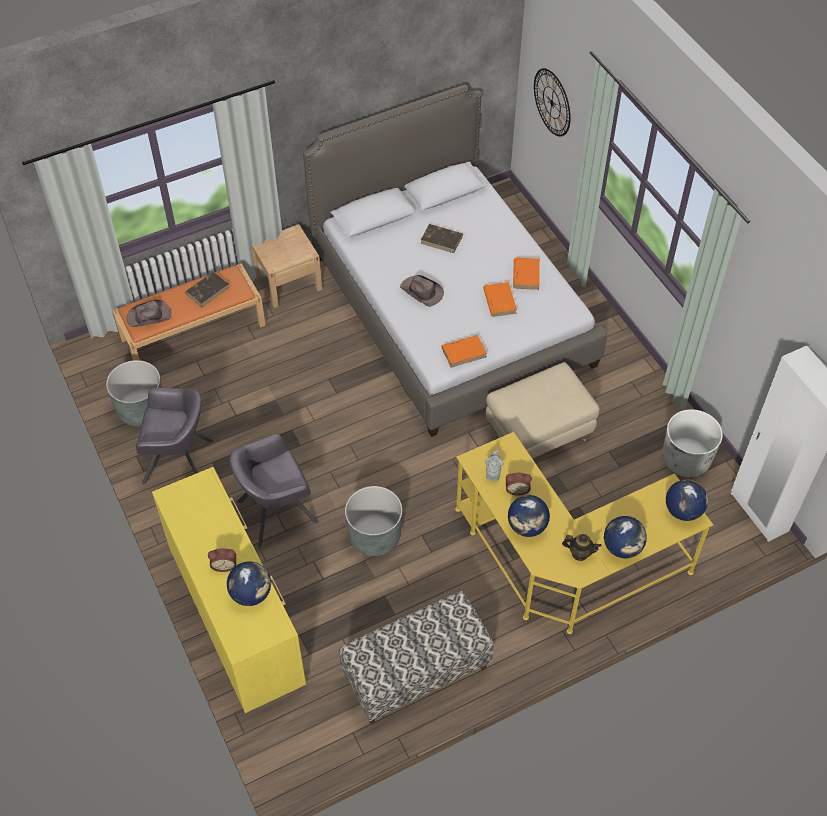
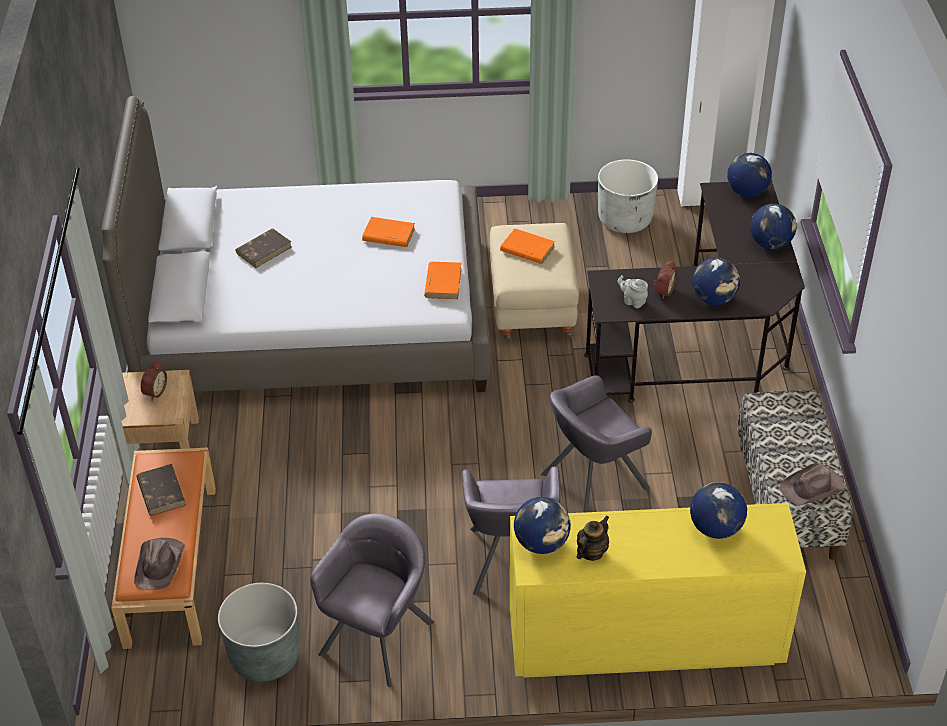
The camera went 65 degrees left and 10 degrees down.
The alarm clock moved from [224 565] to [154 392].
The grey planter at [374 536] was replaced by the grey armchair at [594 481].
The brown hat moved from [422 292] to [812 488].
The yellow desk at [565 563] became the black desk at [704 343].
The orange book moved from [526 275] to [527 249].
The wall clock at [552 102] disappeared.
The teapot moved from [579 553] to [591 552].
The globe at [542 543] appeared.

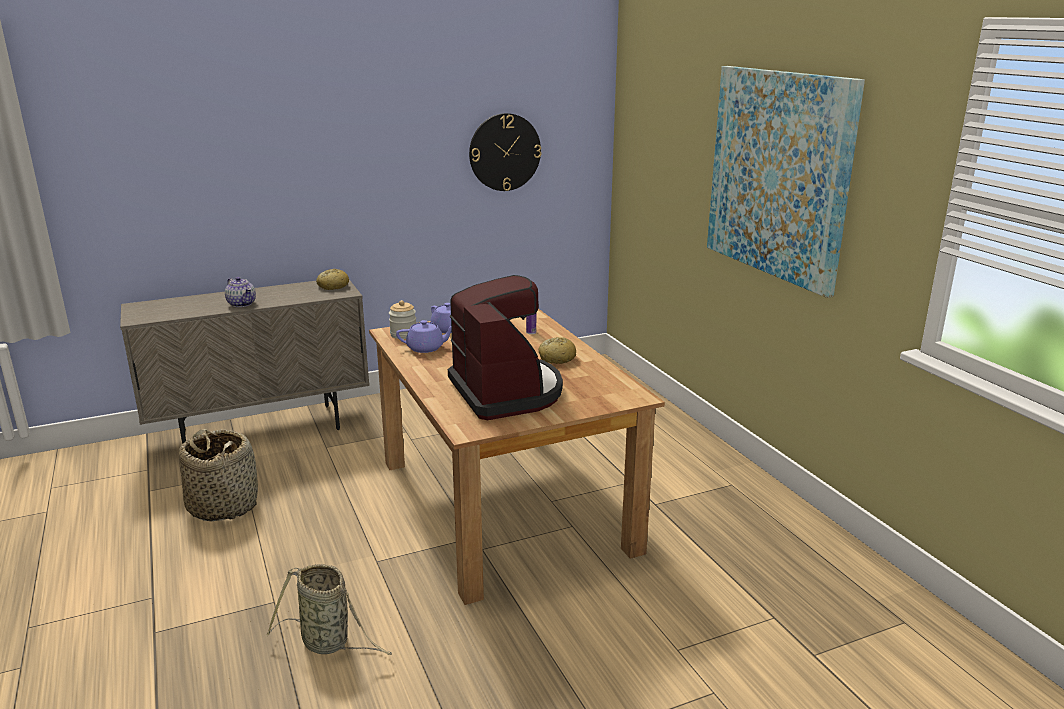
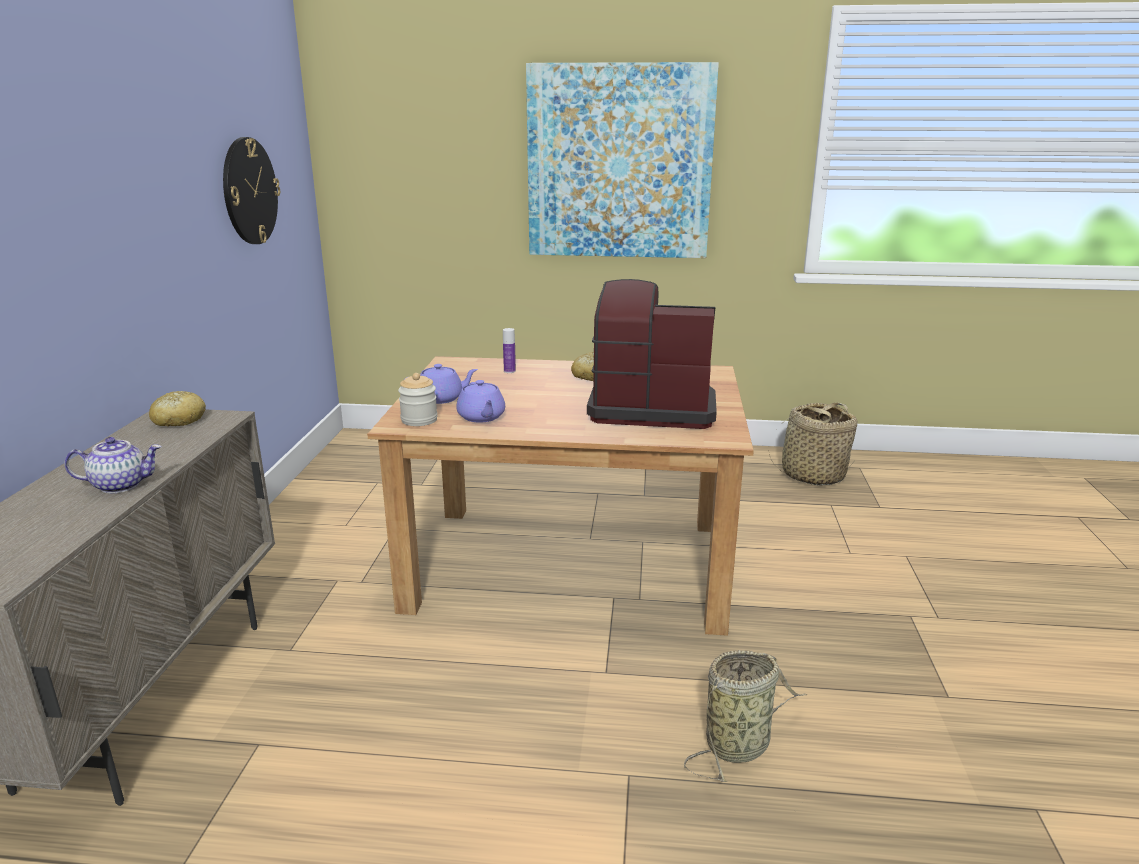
The camera went 60 degrees left and 0 degrees up.
The basket moved from [223 505] to [812 475].
The purple teapot at [426 348] turned 135 degrees clockwise.

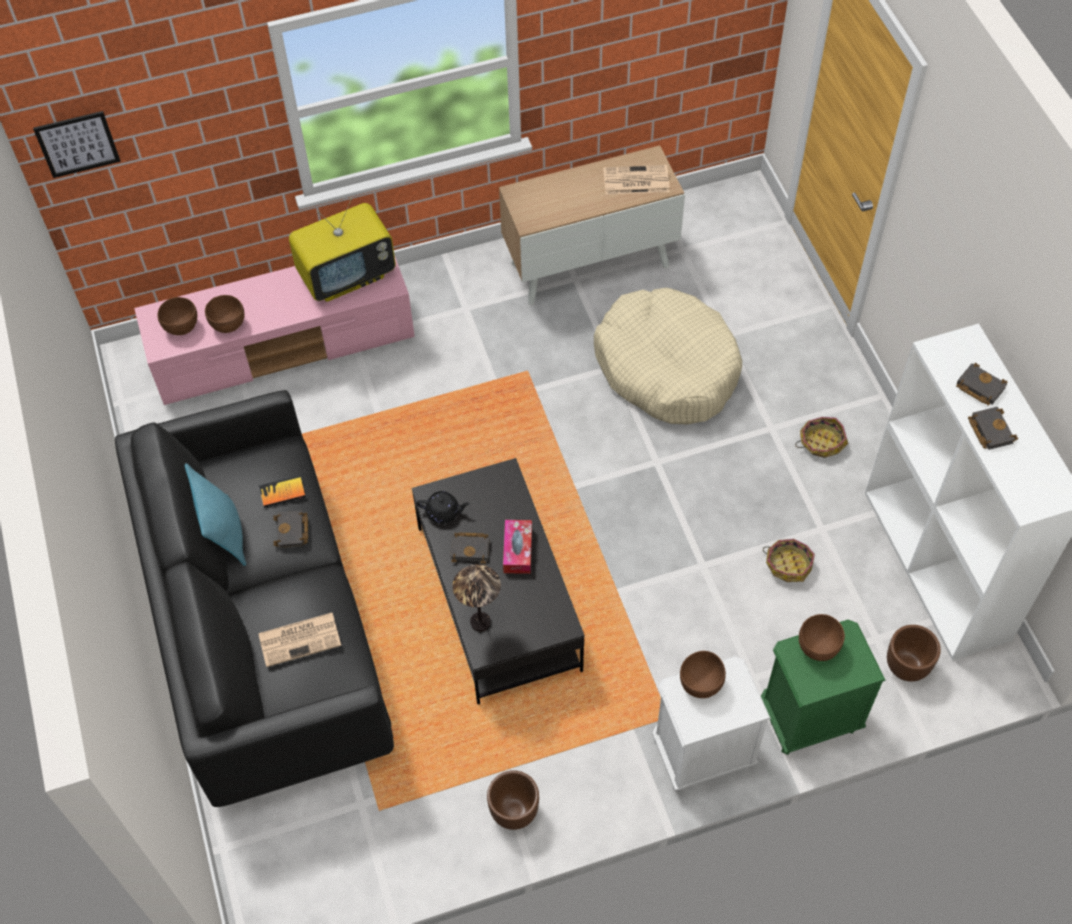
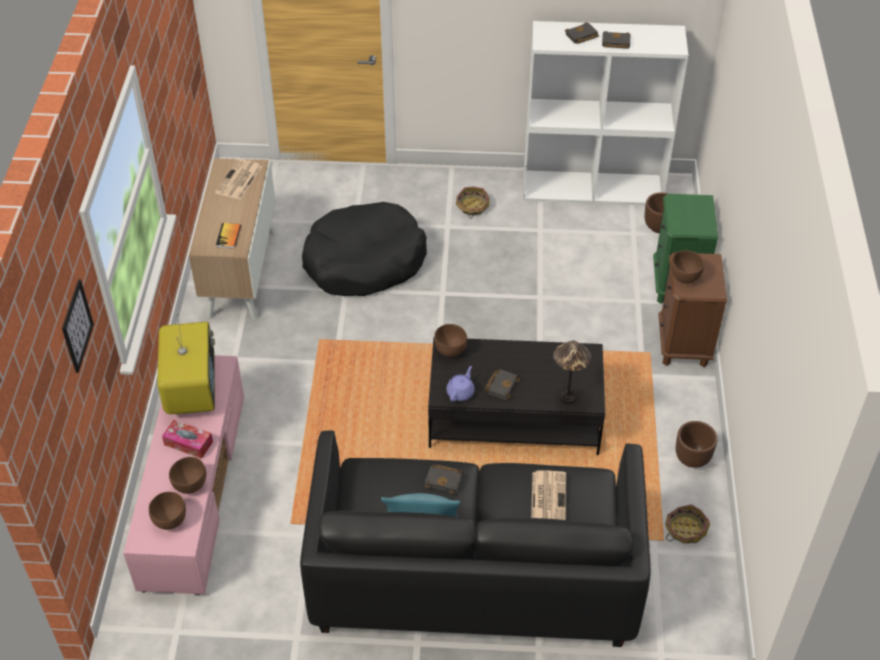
The camera went 70 degrees left and 10 degrees down.
The picture moved from [77 144] to [77 326].
The book moved from [282 492] to [228 236].
The black teapot at [443 512] became the purple teapot at [460 392].
The tissue box moved from [517 550] to [188 443].
The beige dog bed at [667 367] became the black dog bed at [364 262].
The white nightstand at [701 753] became the brown nightstand at [683 344].
The basket moved from [788 564] to [685 530].
The brown bowl moved from [818 647] to [450 350].

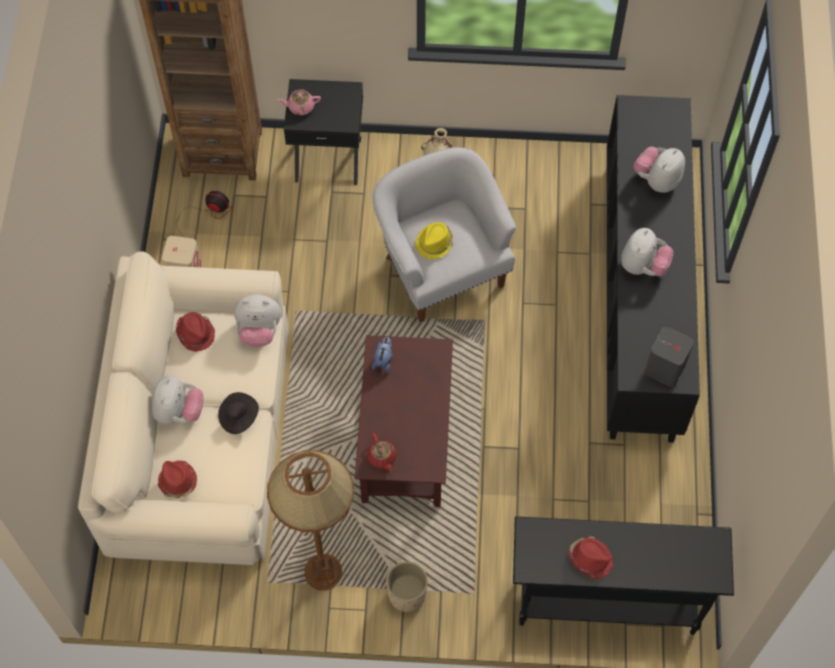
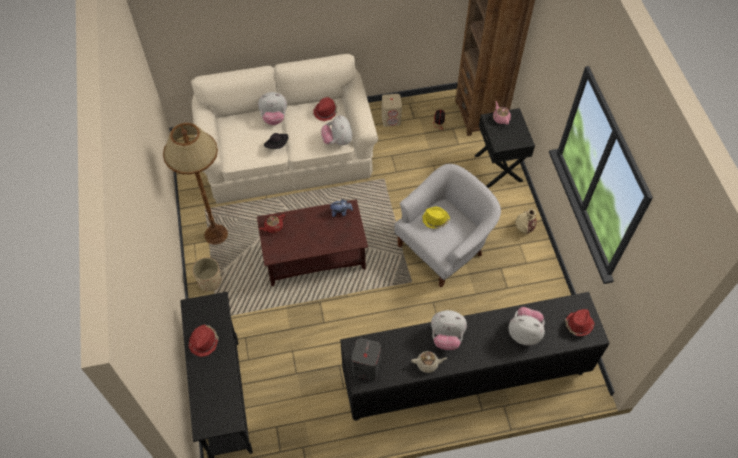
The camera went 75 degrees right and 5 degrees down.
The red hat moved from [177 481] to [578 325].
The beige teapot at [428 364] appeared.

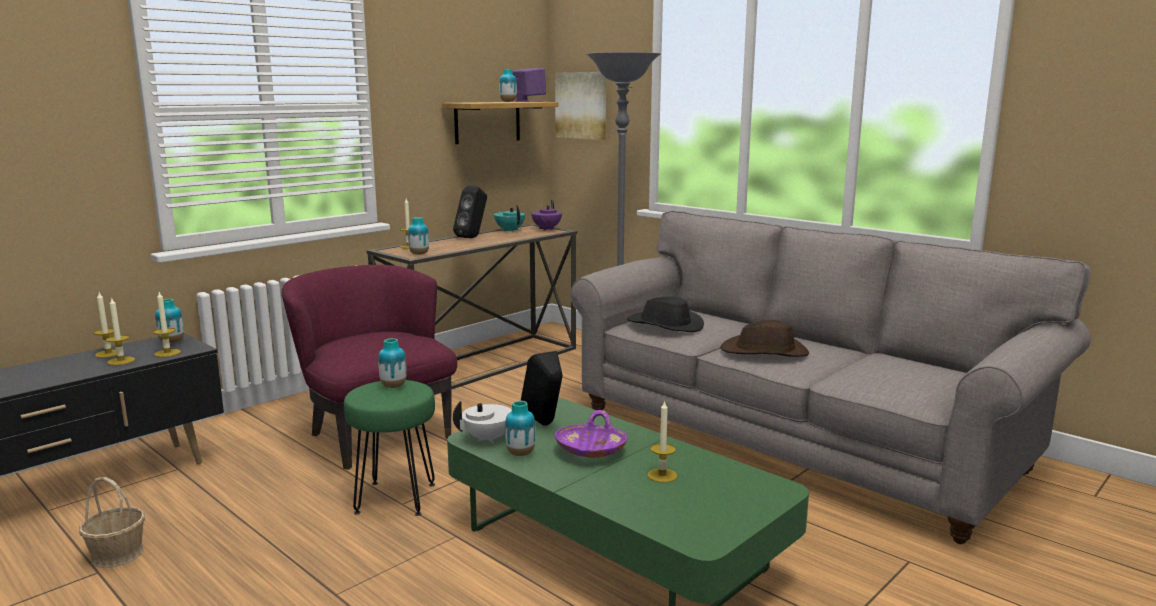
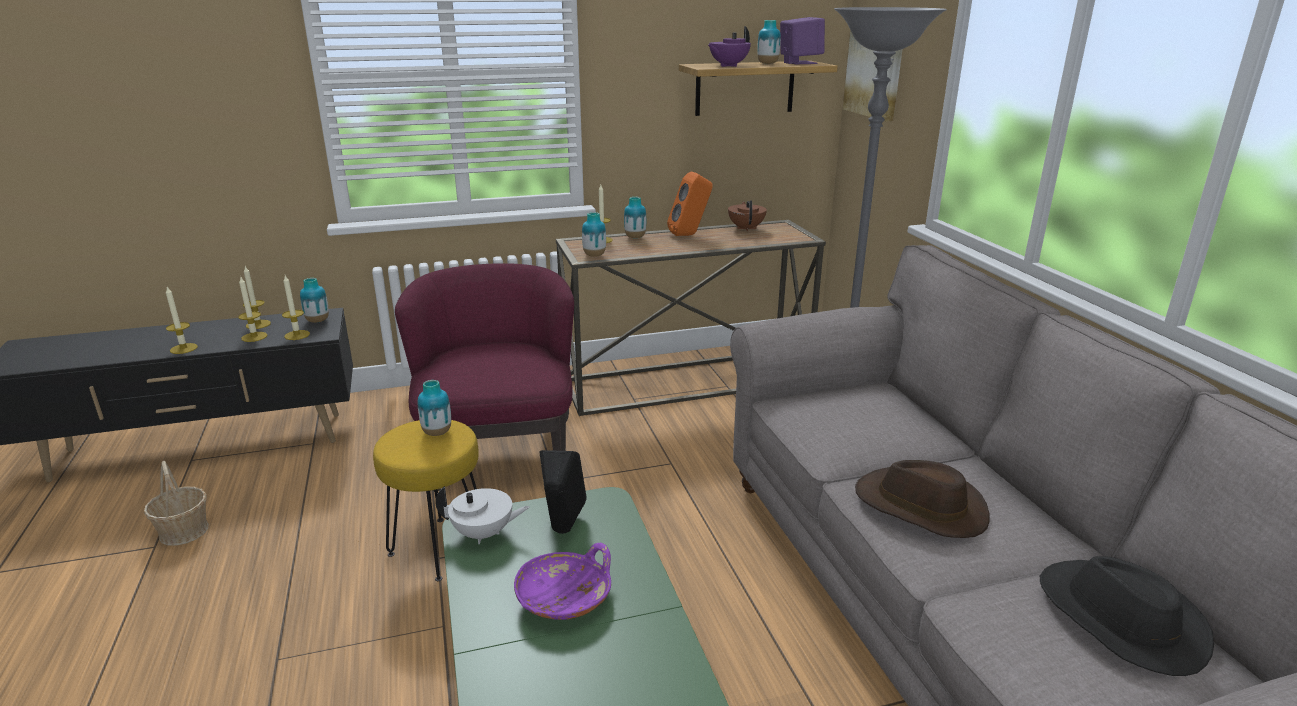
The camera went 30 degrees right and 10 degrees up.
The green stool at [396 498] became the yellow stool at [441 548].
The black speaker at [473 237] became the orange speaker at [690 235].
The turquoise teapot at [510 230] became the brown teapot at [746 228].
The vase moved from [520 453] to [635 237].
The purple teapot moved from [546 229] to [728 66].
The black hat moved from [664 325] to [1118 619].
The candle moved from [662 475] to [183 348].

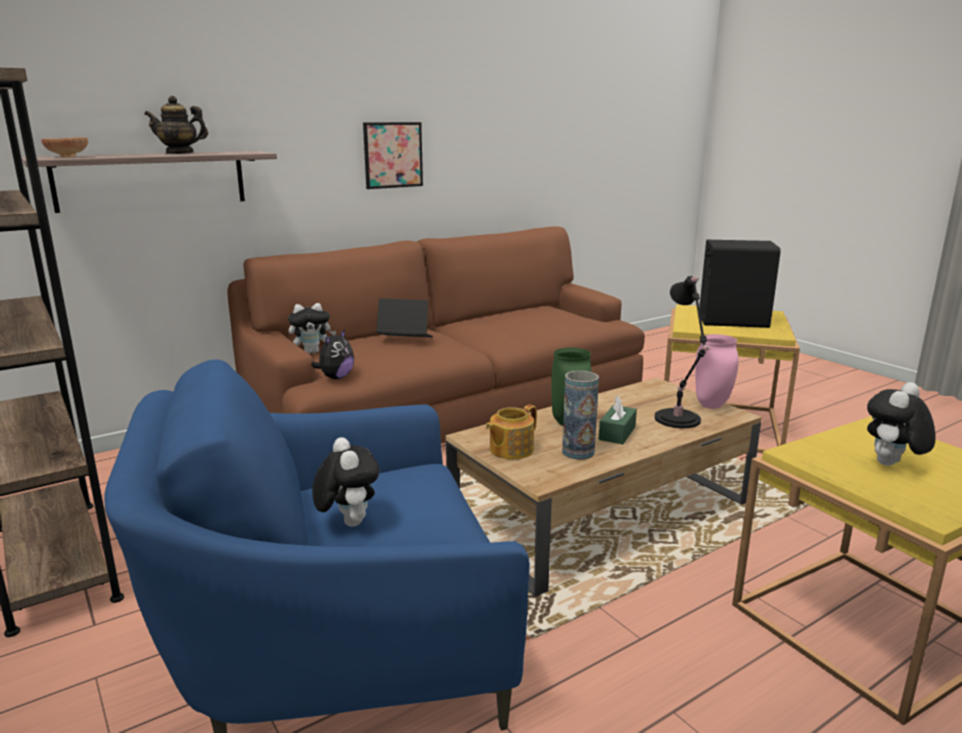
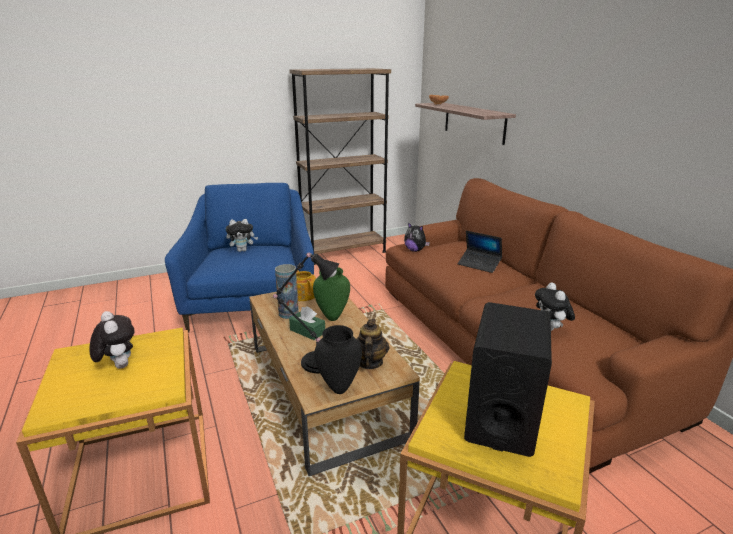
The camera went 100 degrees right and 5 degrees up.
The teapot moved from [179 153] to [370 362].
The plush toy moved from [312 352] to [550 329].
The picture at [393 155] disappeared.
The laptop at [405 340] turned 105 degrees clockwise.
The pink vase at [710 405] became the black vase at [339 387].

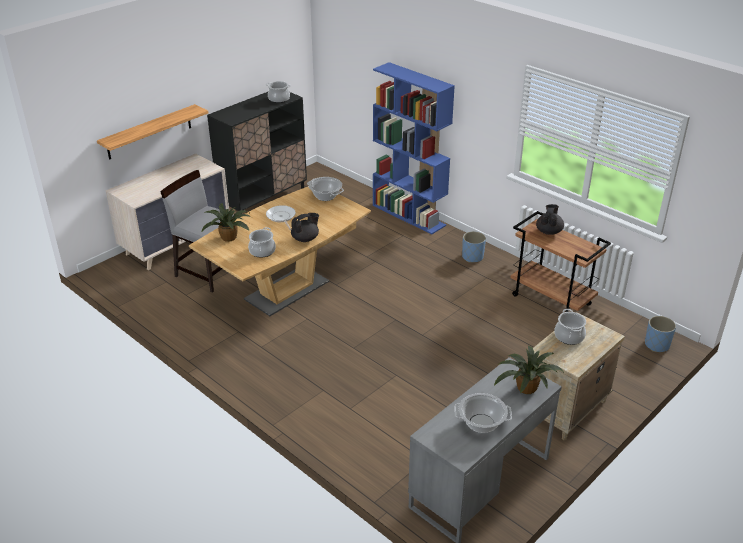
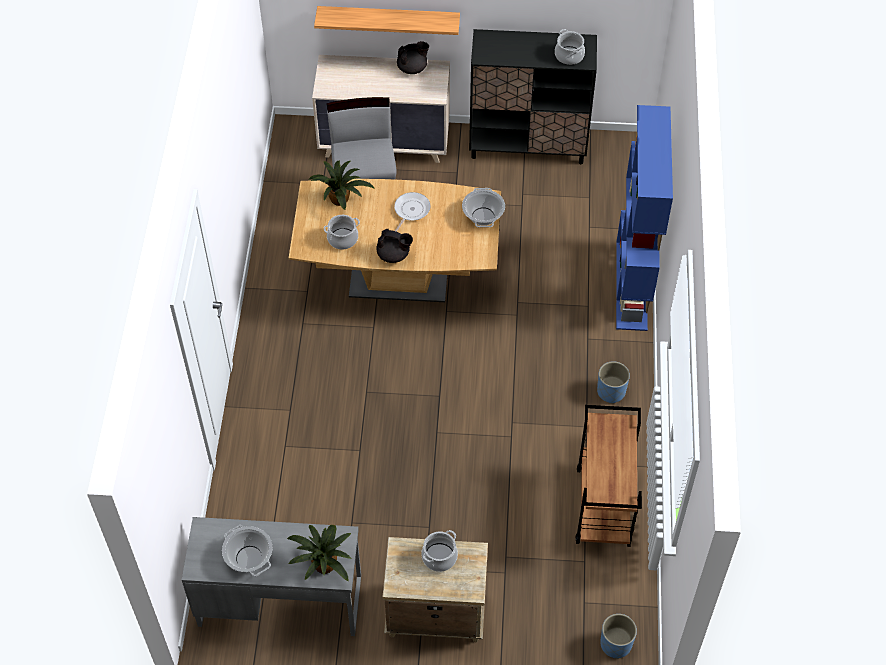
The camera went 50 degrees right and 20 degrees up.
The black teapot moved from [549 231] to [412 68].

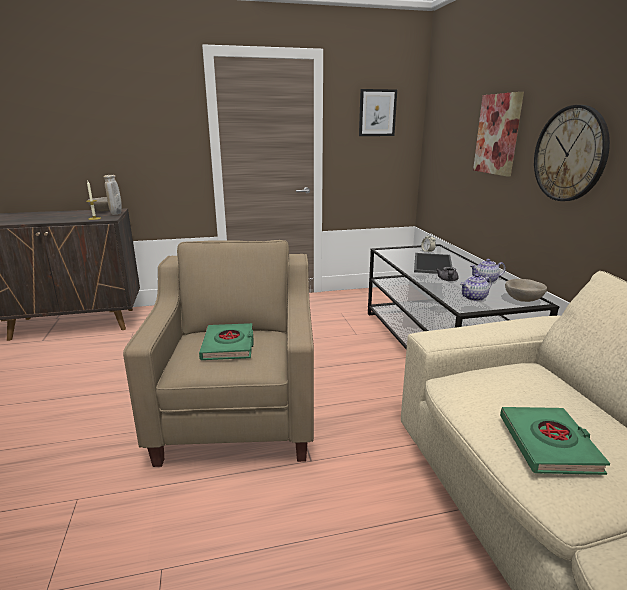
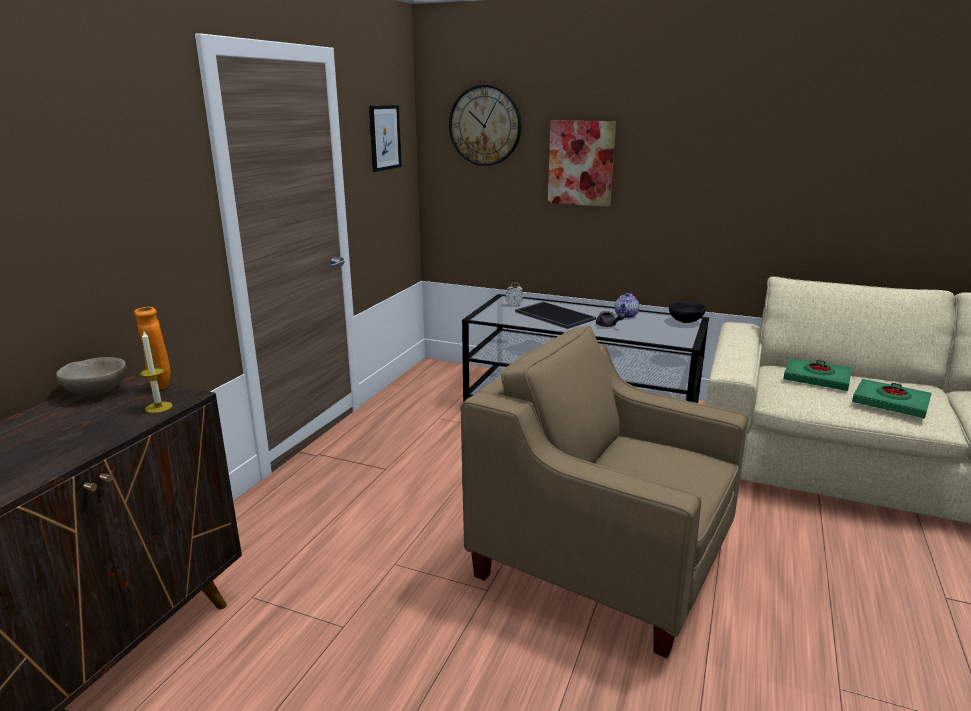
The camera went 55 degrees left and 0 degrees up.
The beige vase at [116 214] became the orange vase at [161 387].
The green book moved from [229 346] to [816 378].
The teapot at [474 298] disappeared.
The beige bowl at [523 299] became the black bowl at [685 321].
The wall clock moved from [570 154] to [485 125].

